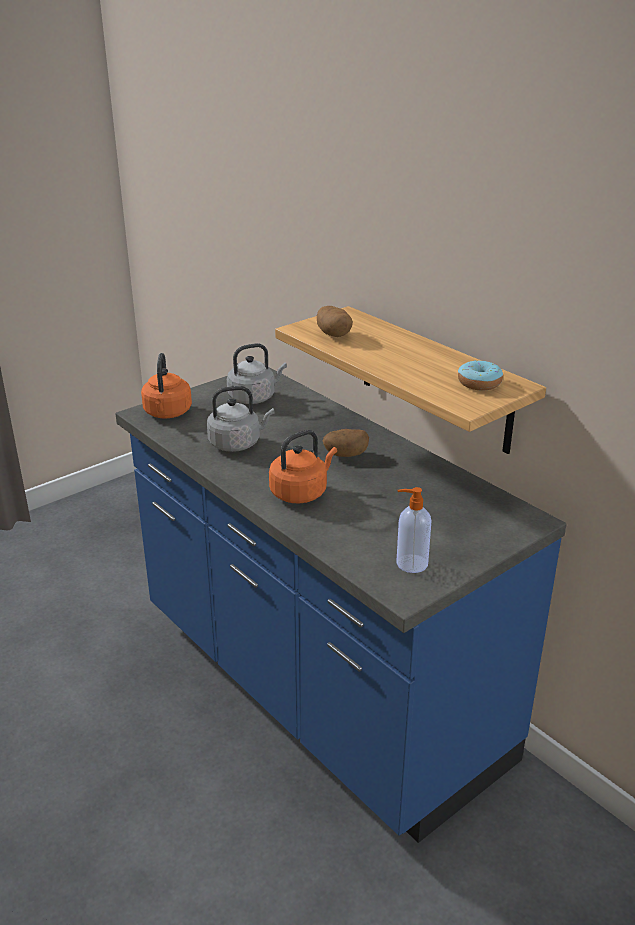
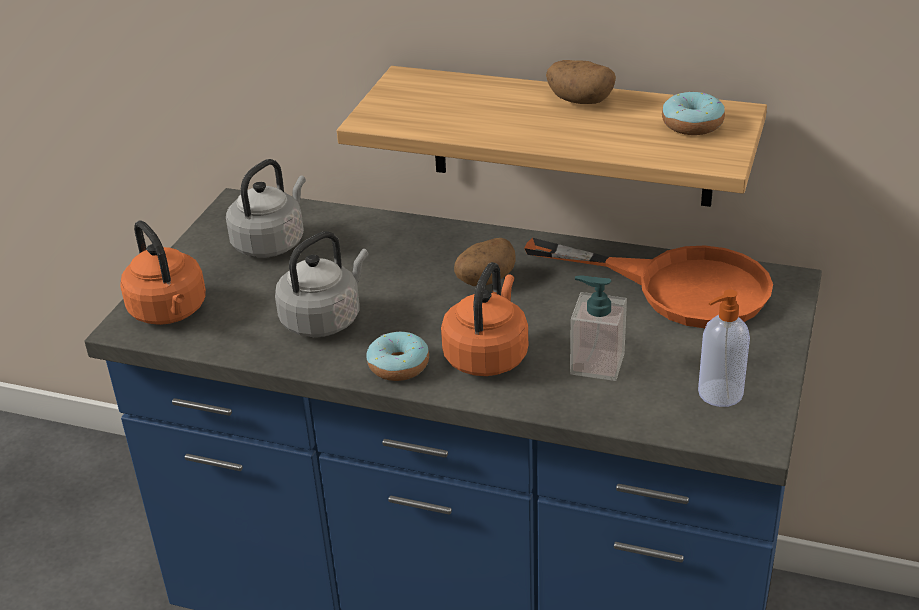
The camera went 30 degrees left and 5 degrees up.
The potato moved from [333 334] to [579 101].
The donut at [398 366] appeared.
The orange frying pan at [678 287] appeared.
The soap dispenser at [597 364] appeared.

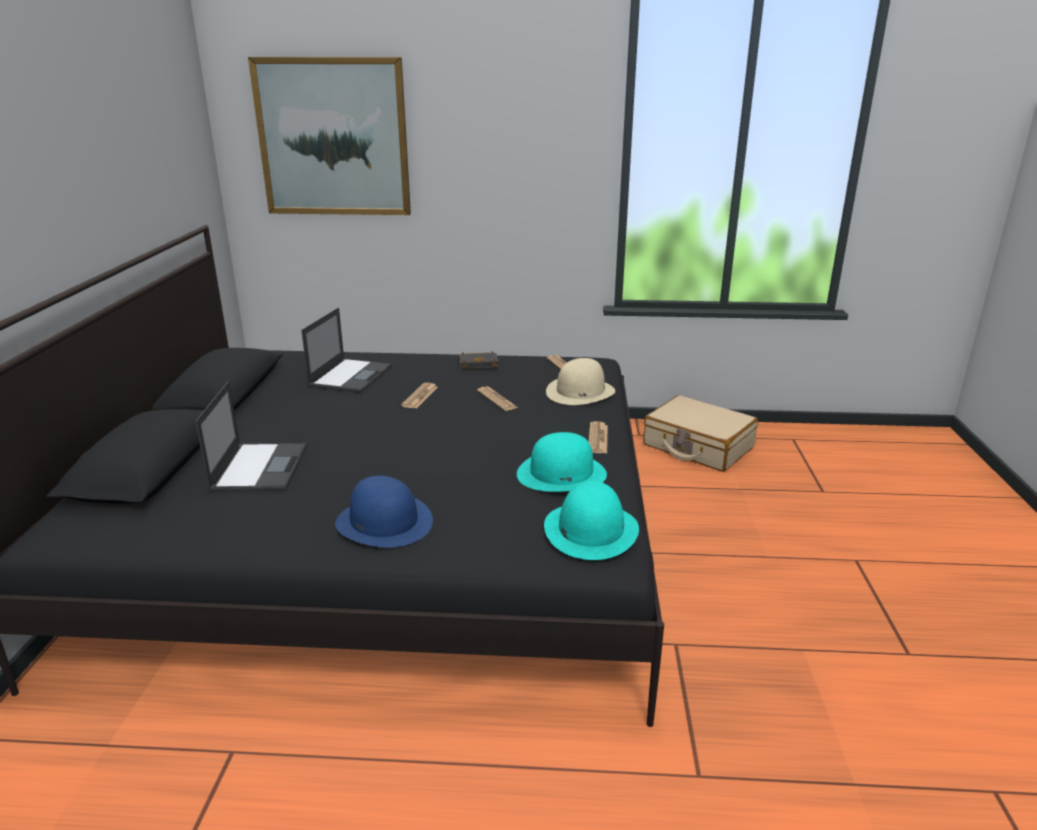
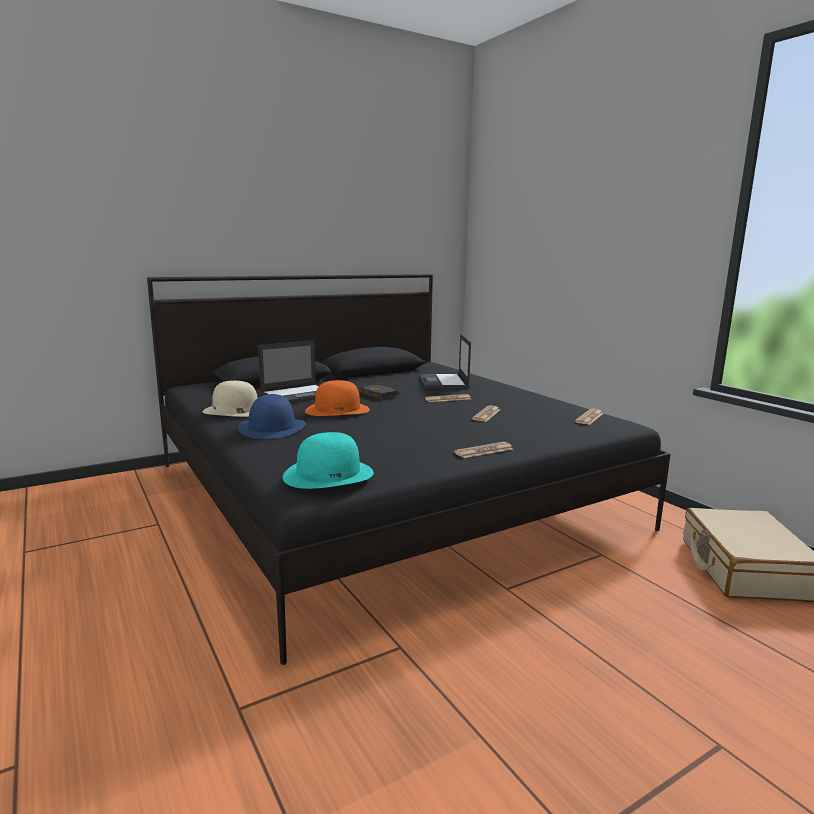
The camera went 55 degrees right and 10 degrees down.
The picture at [333 138] disappeared.
The laptop at [351 376] turned 105 degrees clockwise.
The black book moved from [479 364] to [380 395].
The turquoise hat at [562 473] disappeared.
The beige hat moved from [580 392] to [235 410].
The orange hat at [337 410] appeared.

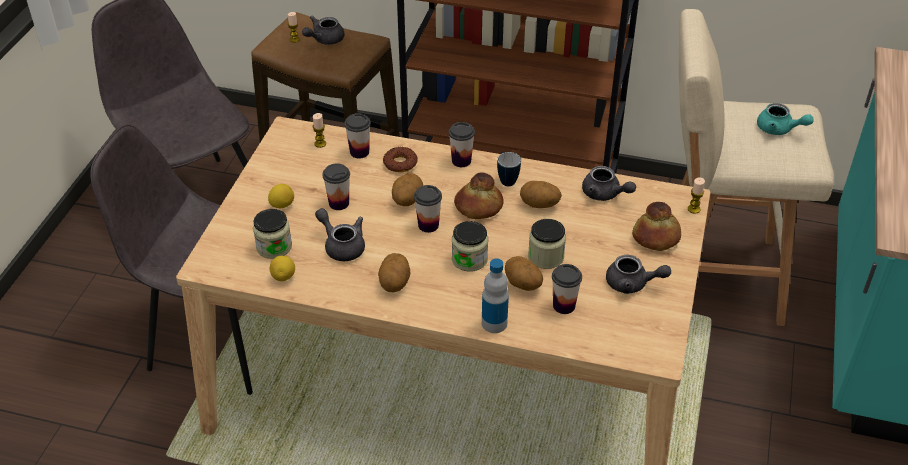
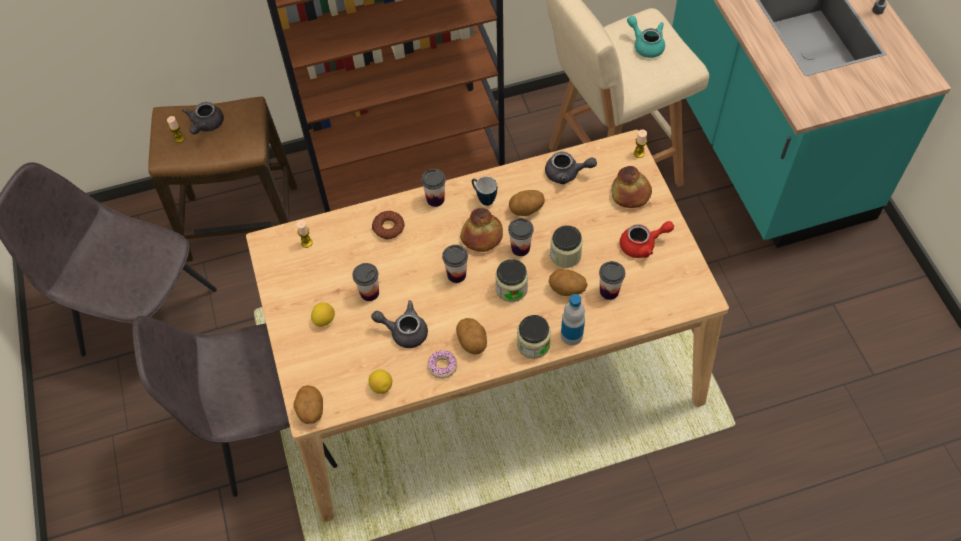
The camera went 30 degrees left and 15 degrees up.
The jar moved from [274 247] to [533 344].
The cup moved from [359 152] to [520 248].
The potato moved from [407 200] to [310 410].
The grey teapot at [632 284] became the red teapot at [642 245].
The turquoise teapot at [779 129] turned 135 degrees counterclockwise.
The donut at [442 366] appeared.

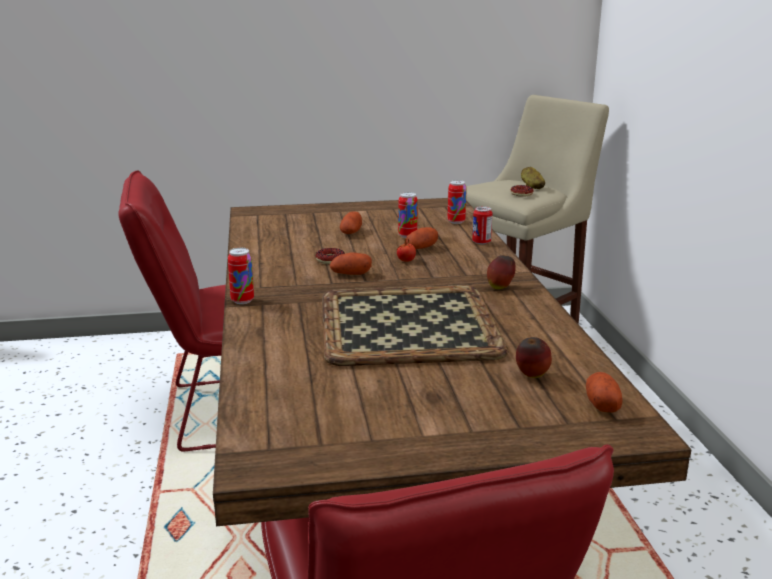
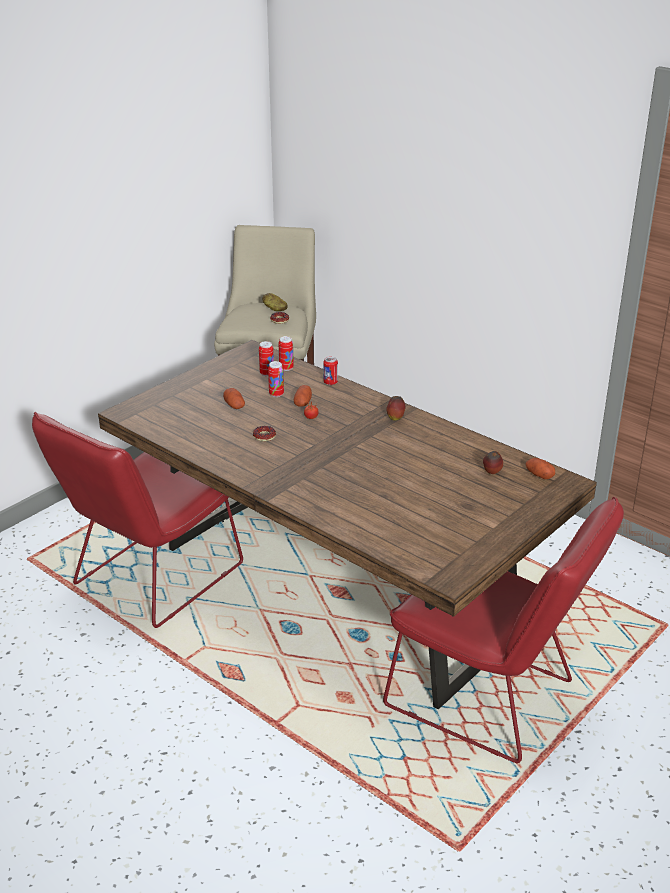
The camera went 40 degrees left and 10 degrees up.
The can moved from [242 300] to [267 373].
The tray at [410 324] disappeared.
The potato at [351 274] disappeared.

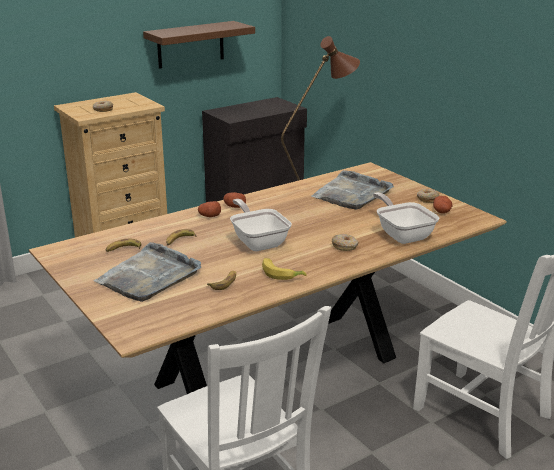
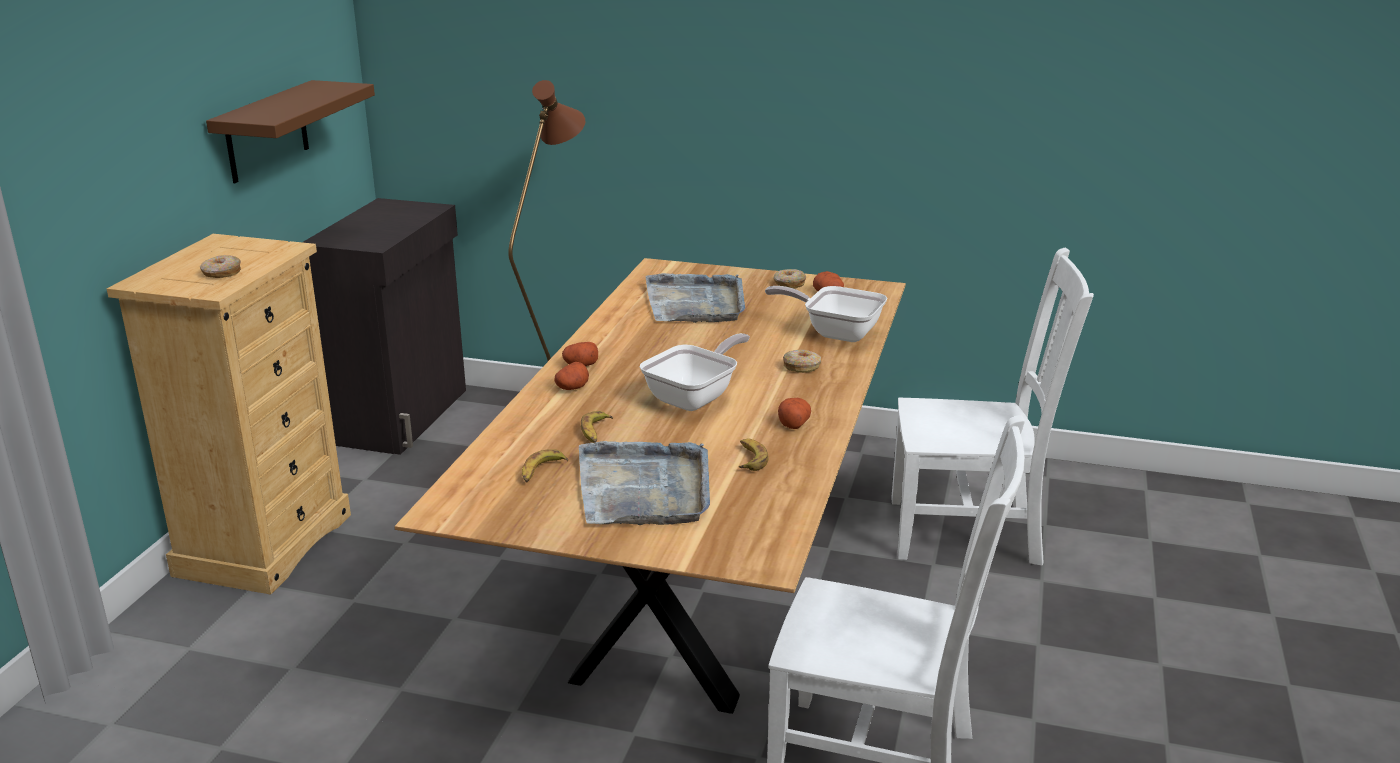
The camera went 40 degrees left and 0 degrees up.
The frying pan at [258 242] turned 105 degrees clockwise.
The banana at [282 274] was replaced by the potato at [793 423].

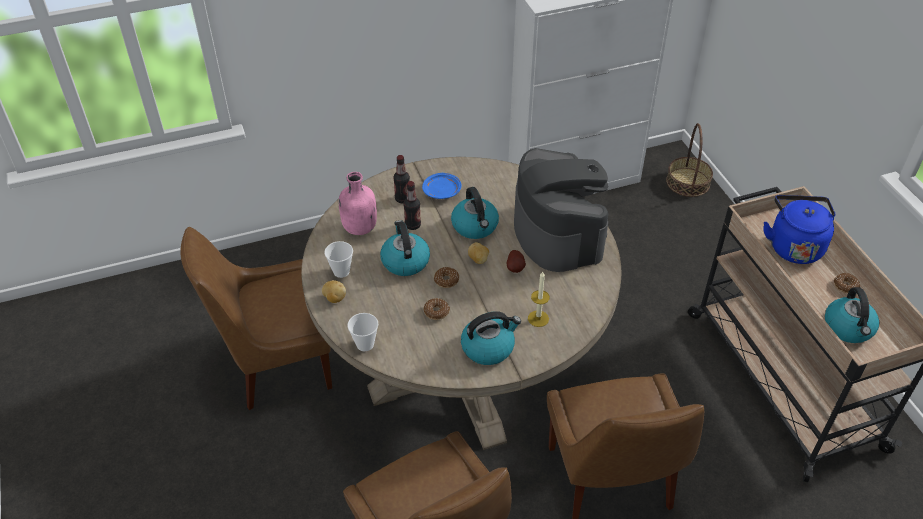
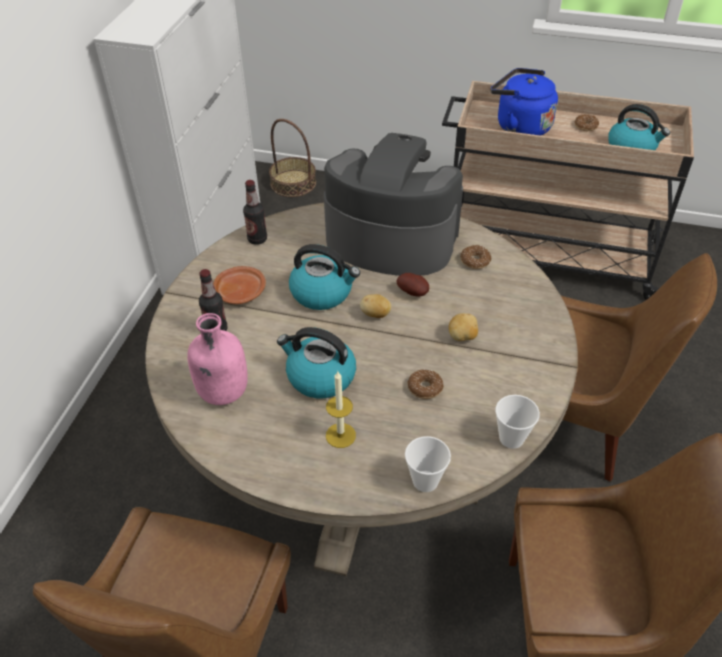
The camera went 55 degrees left and 0 degrees up.
The potato moved from [334 298] to [462 337].
The cup moved from [341 271] to [511 438].
The bottle moved from [412 225] to [257 239].
The blue plate at [442 191] became the brown plate at [240 292].
The donut moved from [446 280] to [475 261].
The kettle at [488 347] disappeared.
The candle moved from [538 318] to [340 435].

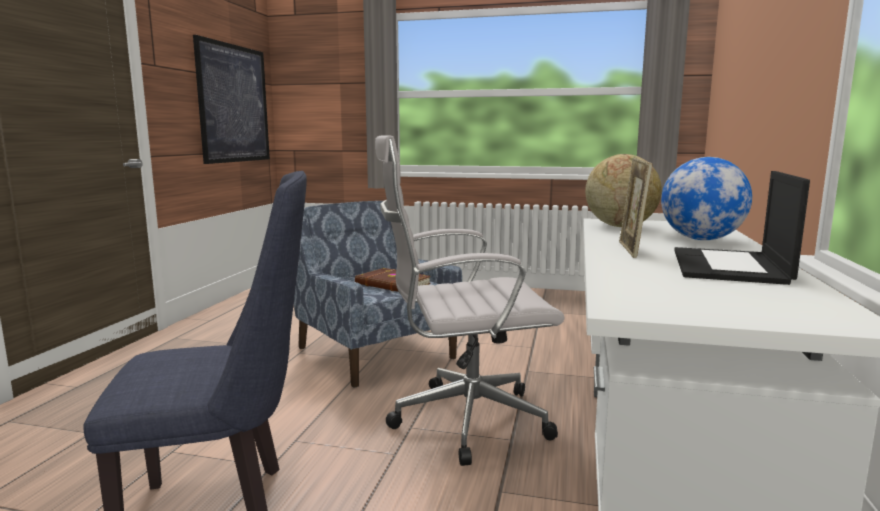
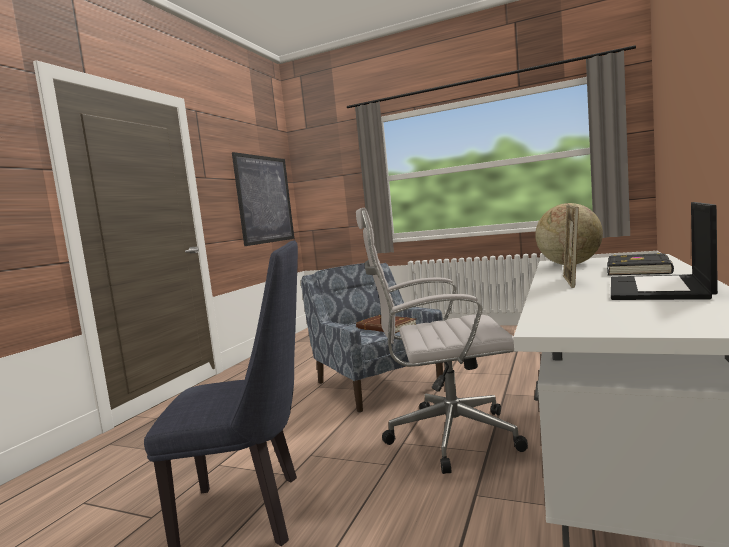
The camera went 10 degrees right and 5 degrees down.
The globe at [701 239] was replaced by the black book at [640 269].

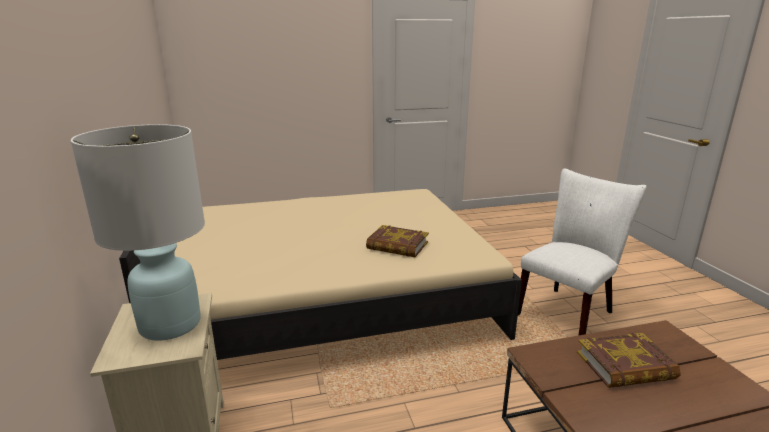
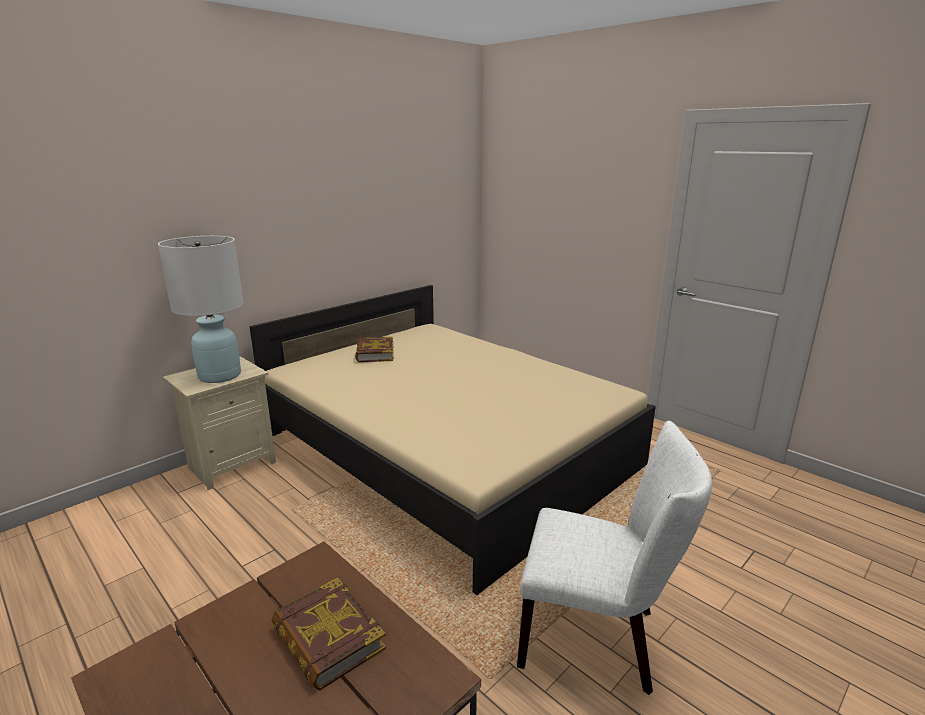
The camera went 60 degrees right and 0 degrees up.
The book moved from [397 246] to [374 353].

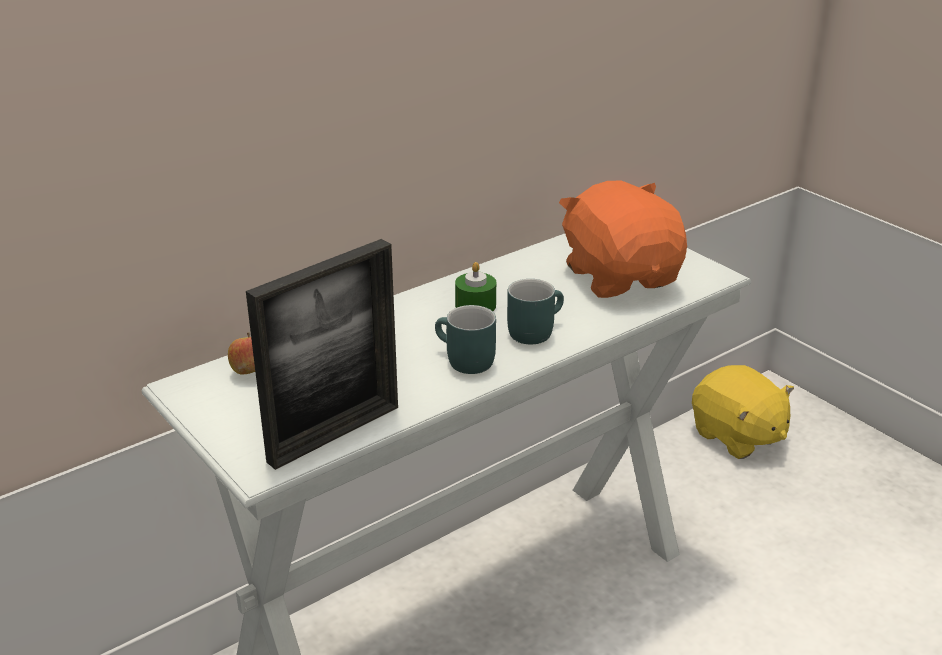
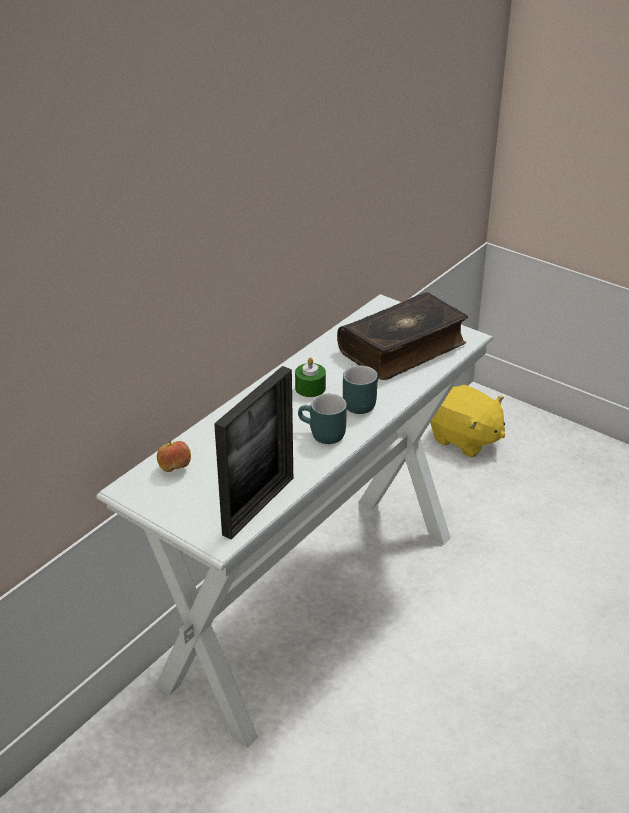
The camera went 15 degrees left and 5 degrees up.
The orange plush toy at [621 277] was replaced by the book at [403 348].

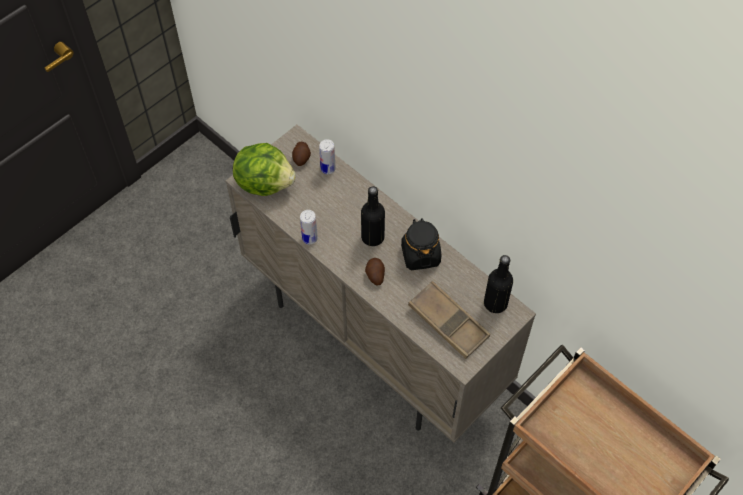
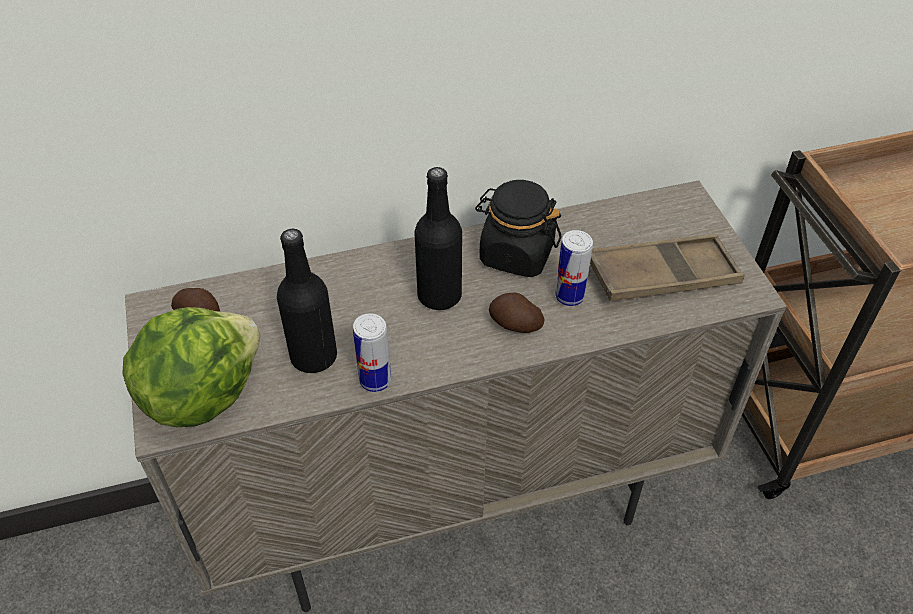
The camera went 60 degrees left and 10 degrees down.
The can moved from [328 169] to [569 296].
The black bottle moved from [495 303] to [314 356].

